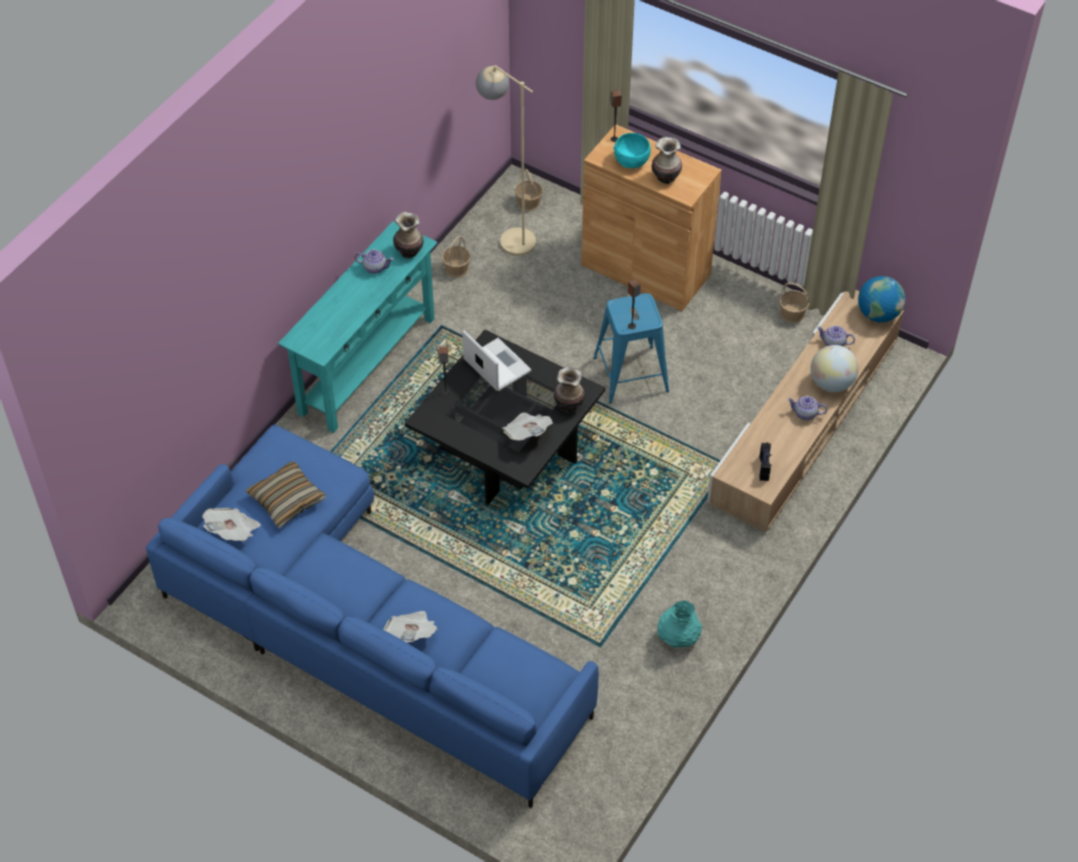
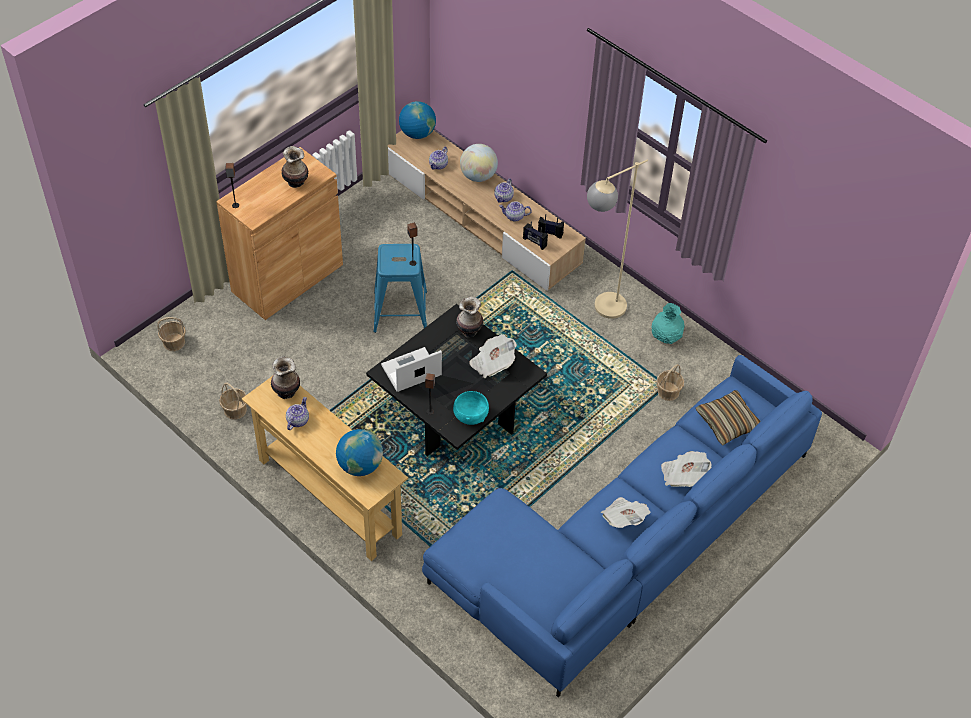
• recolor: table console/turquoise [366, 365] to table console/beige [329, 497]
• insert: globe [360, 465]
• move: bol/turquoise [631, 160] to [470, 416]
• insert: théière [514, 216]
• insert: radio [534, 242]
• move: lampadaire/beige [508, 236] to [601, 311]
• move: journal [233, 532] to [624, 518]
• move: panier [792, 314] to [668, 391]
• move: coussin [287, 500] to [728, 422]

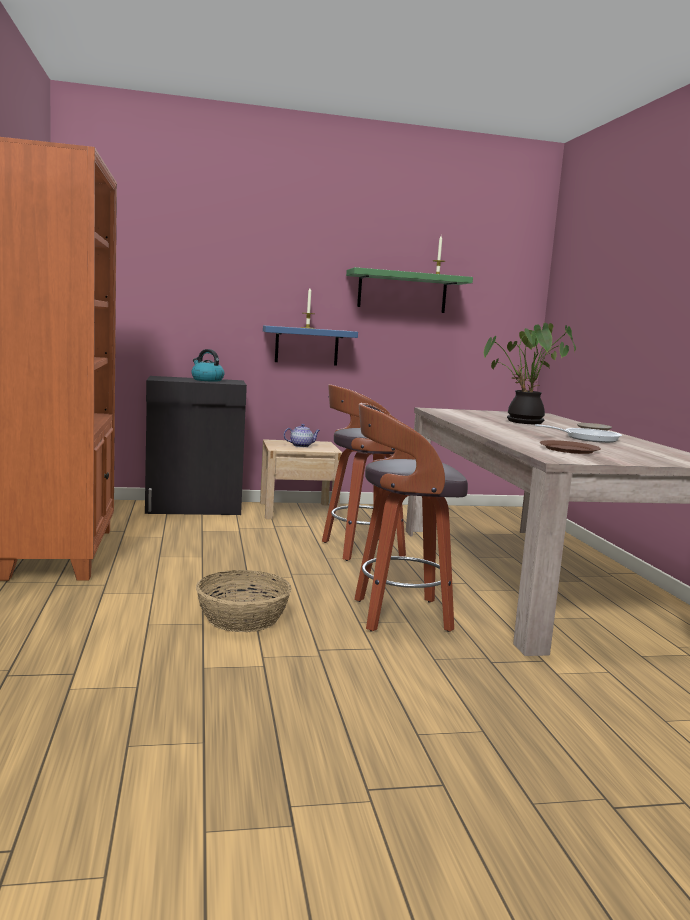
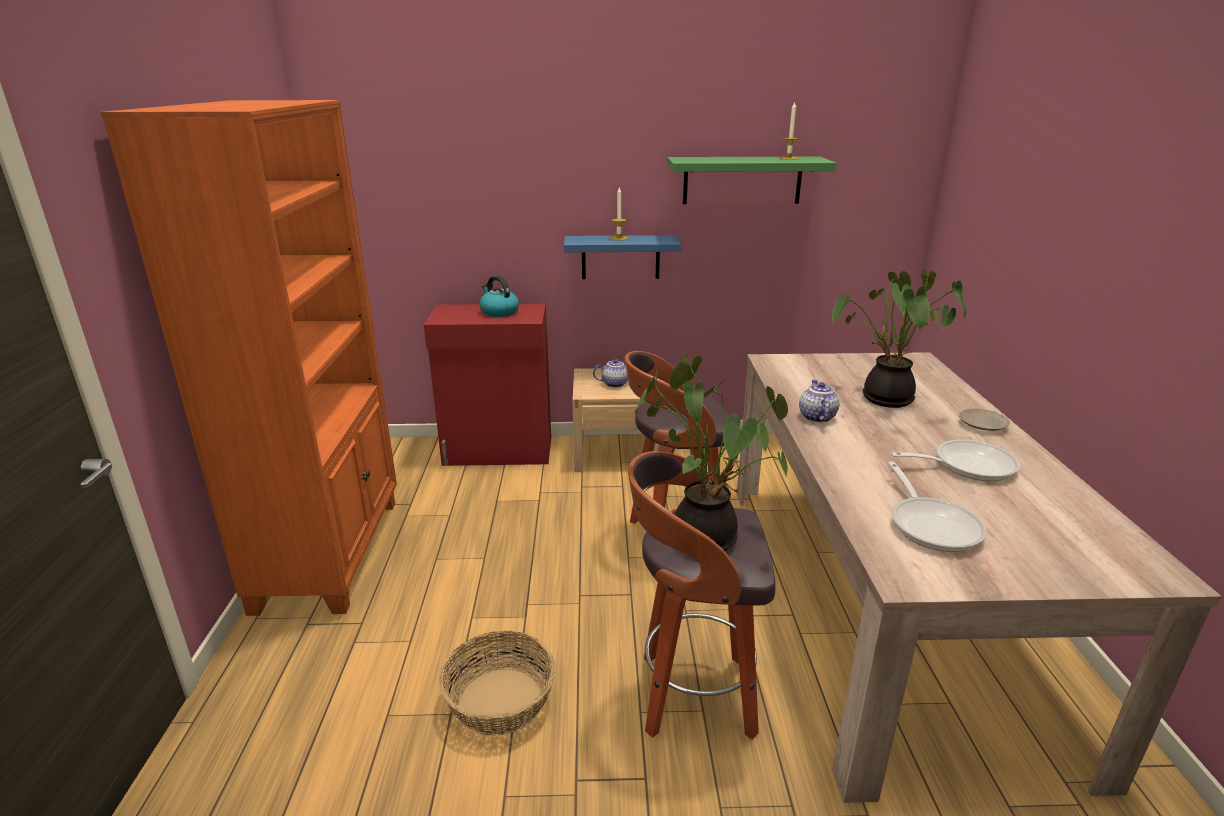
• recolor: meuble de rangement/noir [194, 508] to meuble de rangement/rouge [498, 452]
• insert: plante en pot [707, 535]
• insert: théière [816, 416]
• replace: assiette/marron [569, 449] to poêle [931, 524]

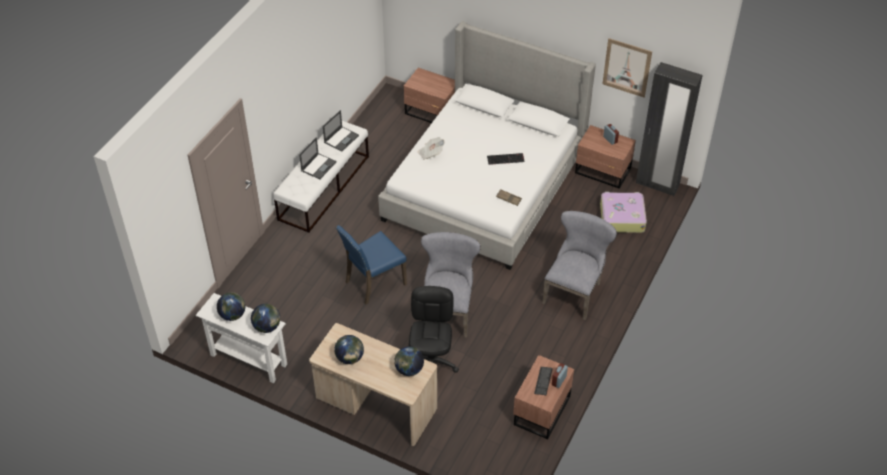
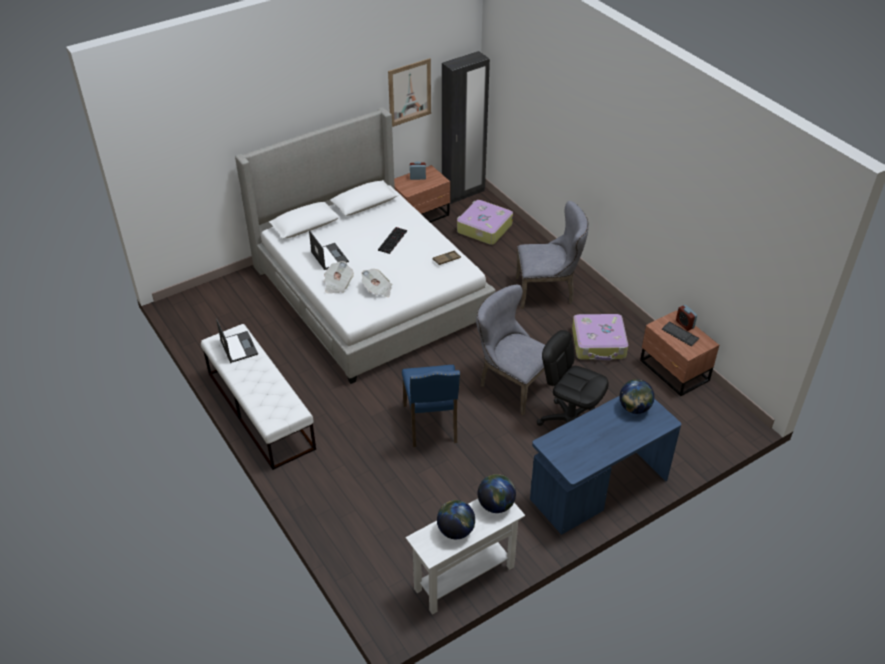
• move: ordinateur portable [318, 166] to [329, 256]
• insert: journal [377, 289]
• rotate: chaise/gris [574, 291] = [548, 291] 120 degrees clockwise
• recolor: bureau/beige [375, 405] to bureau/bleu [598, 488]
• insert: valise [599, 344]
• delete: globe [350, 358]
• delete: table de chevet/marron [432, 113]

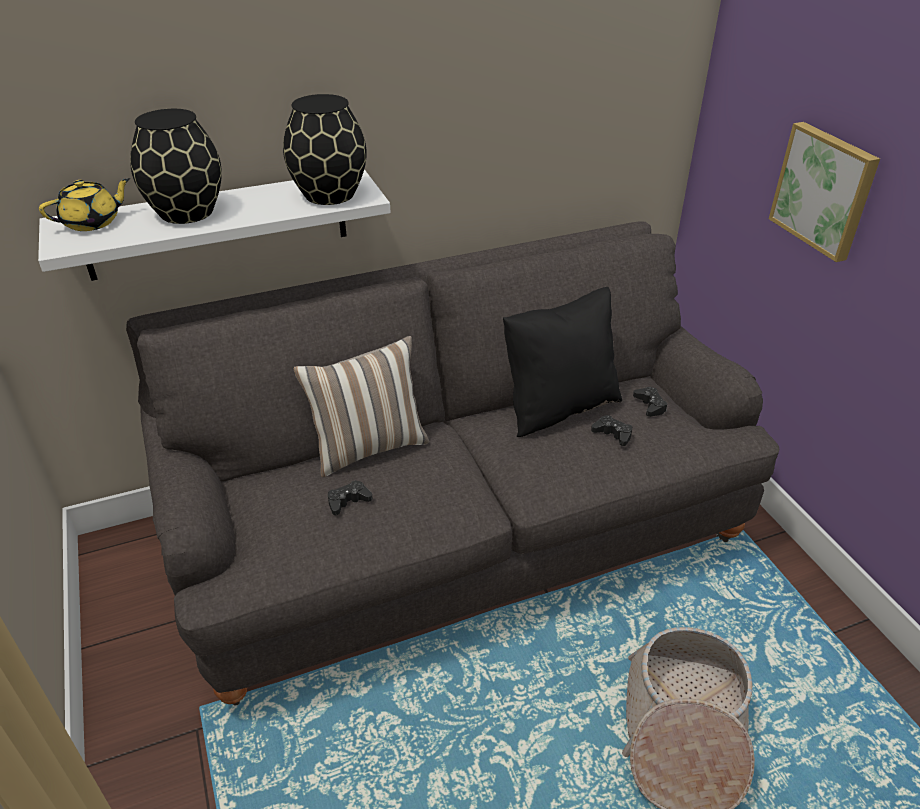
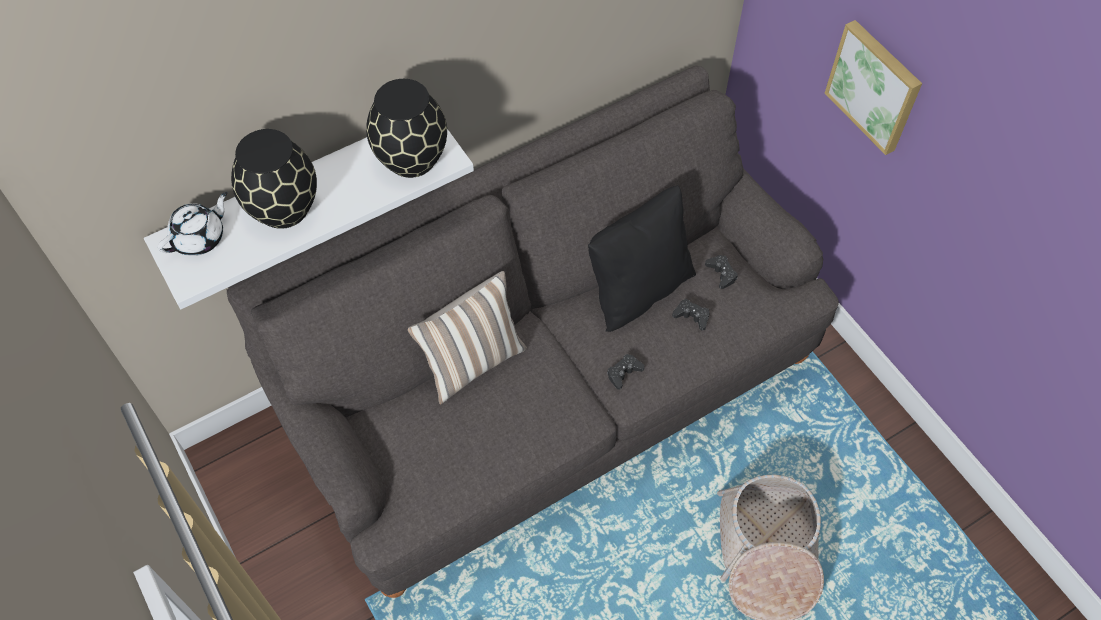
• recolor: théière/jaune [93, 222] to théière/blanc [200, 238]
• move: manette/noir [348, 501] to [624, 373]

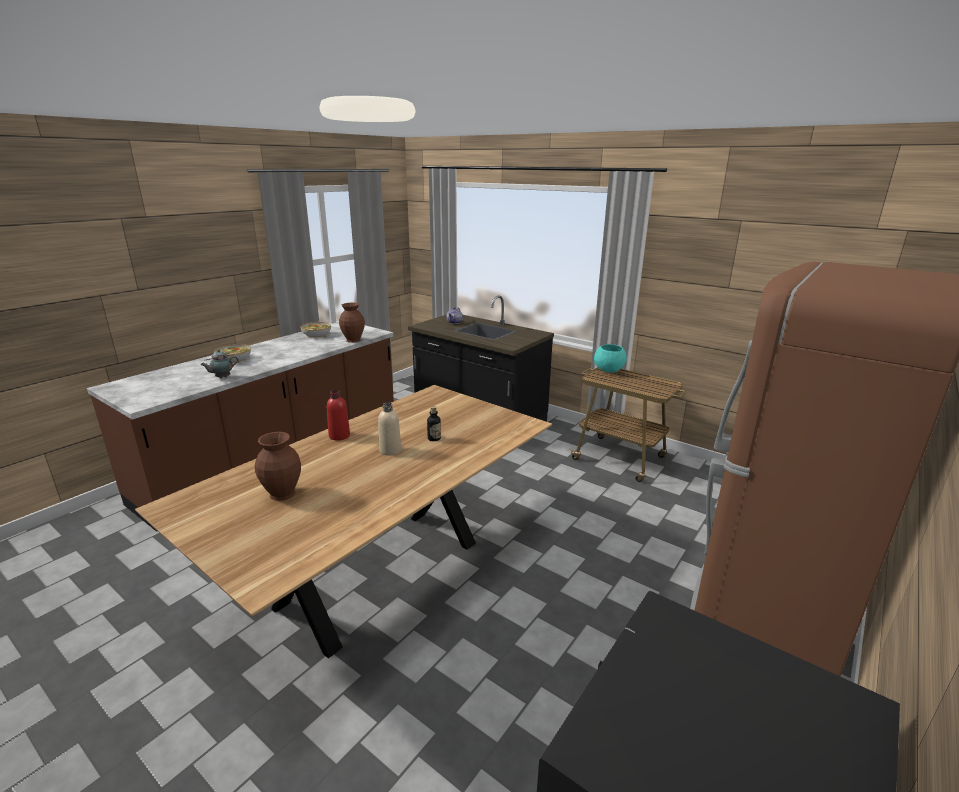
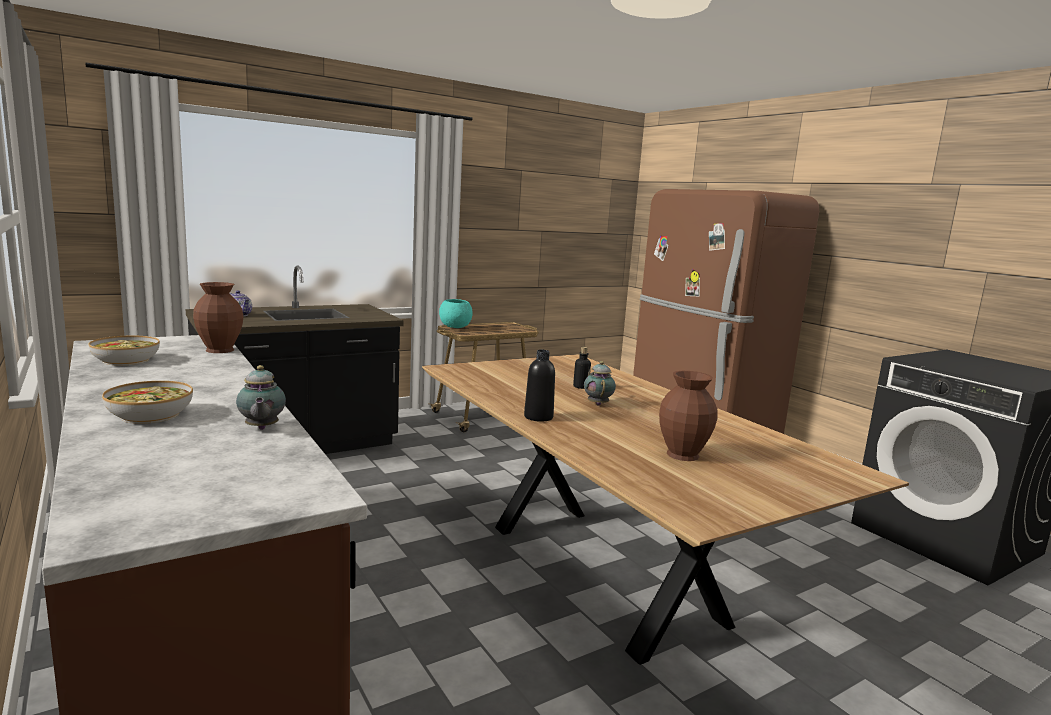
• recolor: bouteille/rouge [339, 436] to bouteille/noir [538, 417]
• replace: bouteille/beige [390, 450] to théière [598, 404]

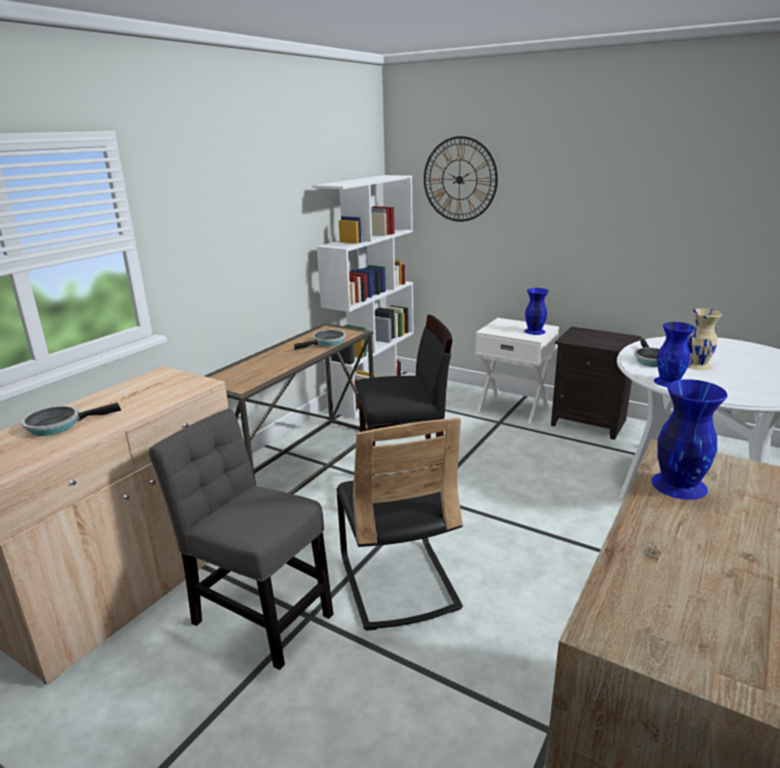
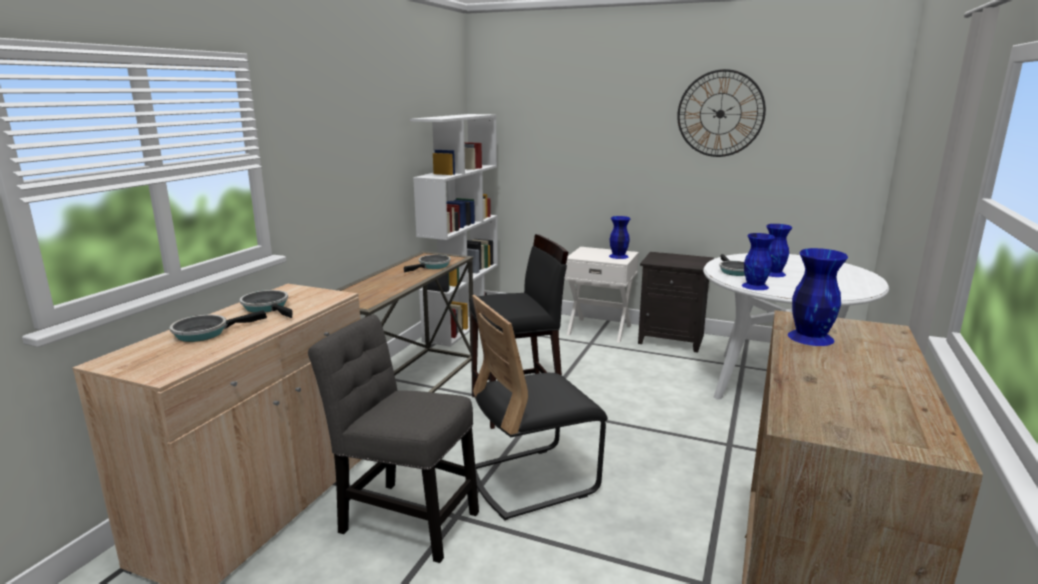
• insert: poêle [268, 307]
• rotate: chaise/noir [398, 582] = [533, 480] 90 degrees clockwise
• move: horloge murale [459, 179] to [720, 113]
• recolor: vase/beige [697, 365] to vase/bleu [773, 273]

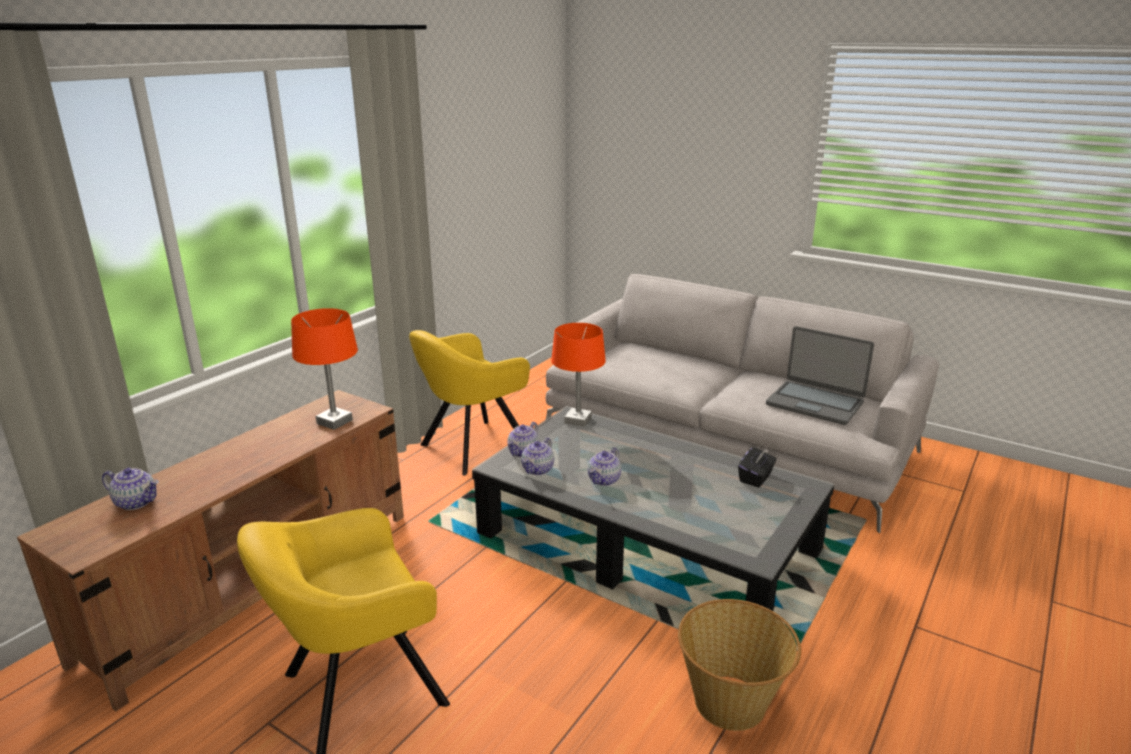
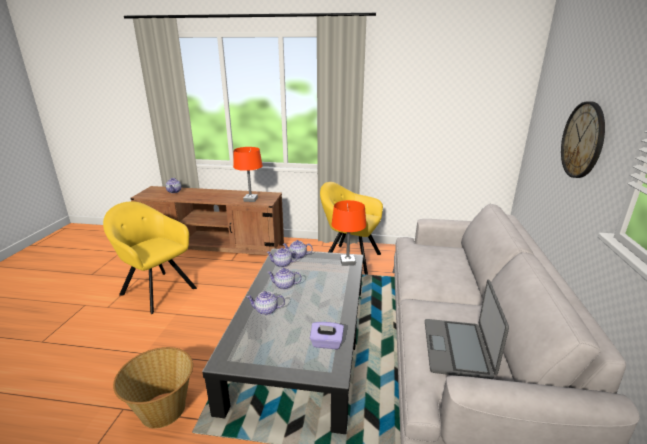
• insert: théière [266, 310]
• recolor: boîte à mouchoirs/noir [756, 478] to boîte à mouchoirs/violet [326, 343]
• insert: horloge murale [583, 140]

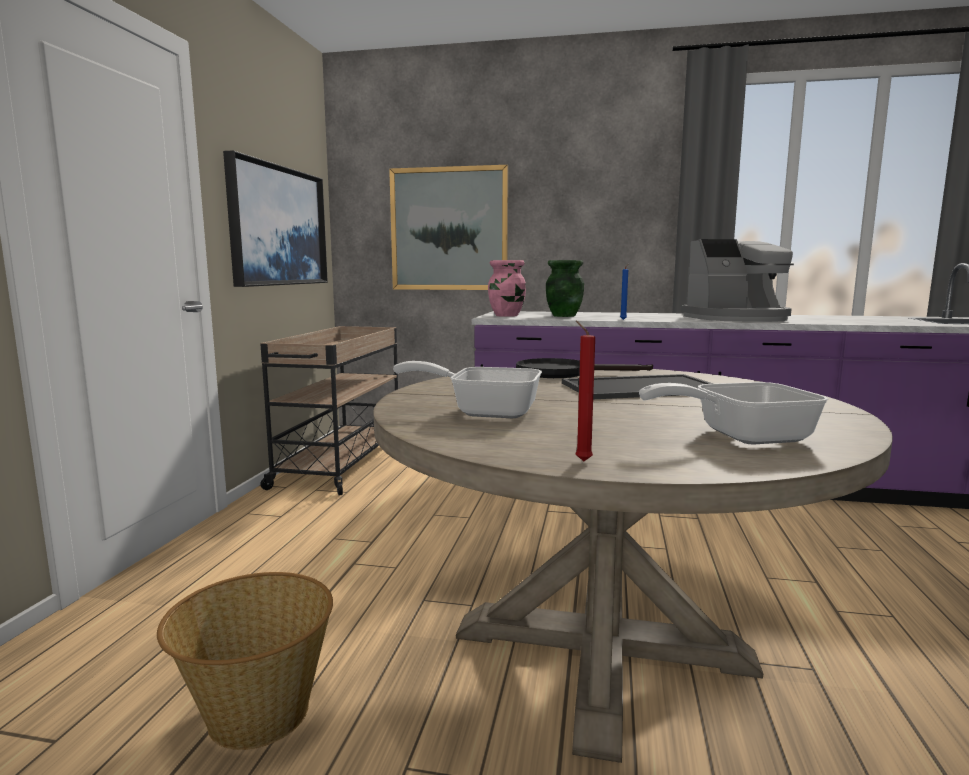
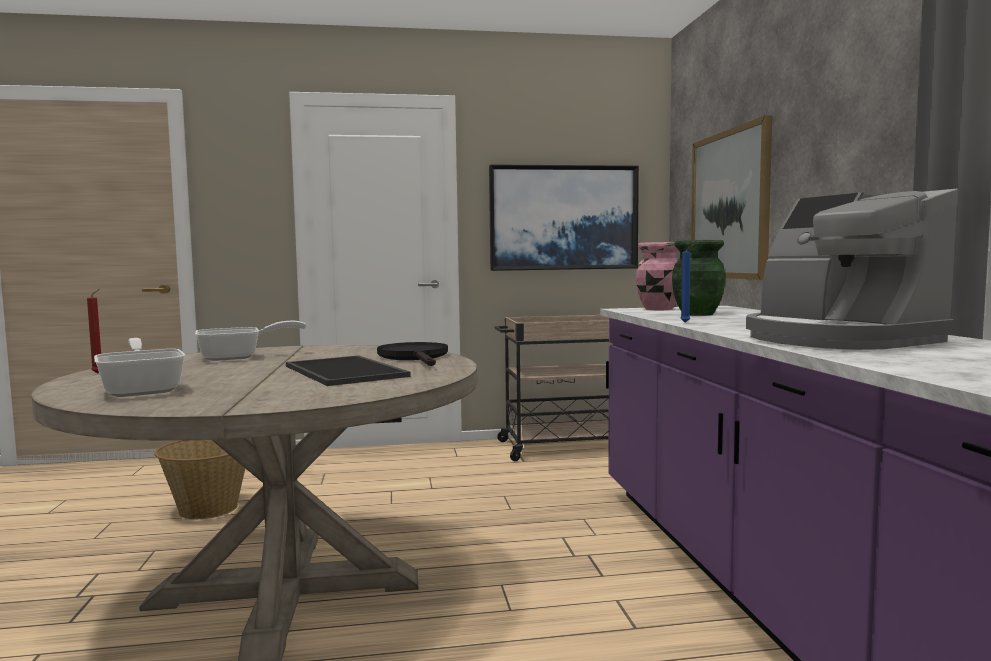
• rotate: poêle [484, 411] = [239, 357] 75 degrees clockwise

